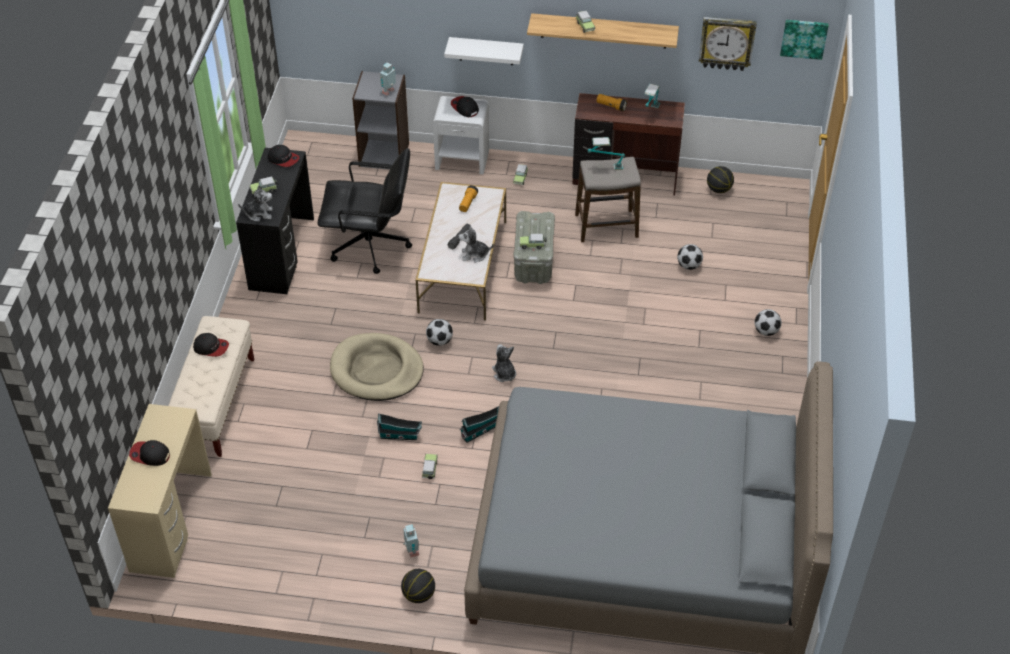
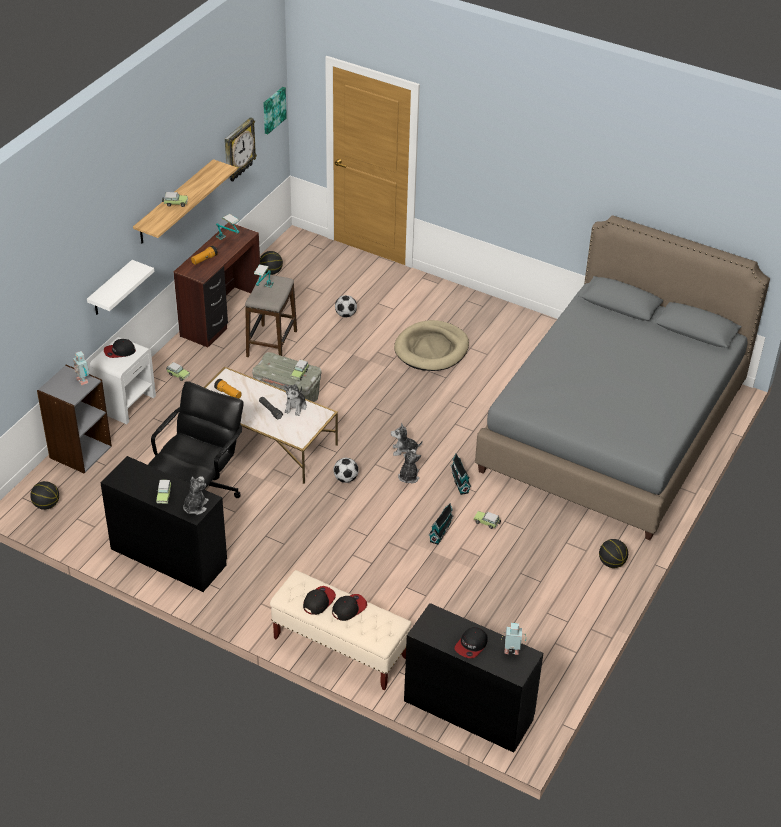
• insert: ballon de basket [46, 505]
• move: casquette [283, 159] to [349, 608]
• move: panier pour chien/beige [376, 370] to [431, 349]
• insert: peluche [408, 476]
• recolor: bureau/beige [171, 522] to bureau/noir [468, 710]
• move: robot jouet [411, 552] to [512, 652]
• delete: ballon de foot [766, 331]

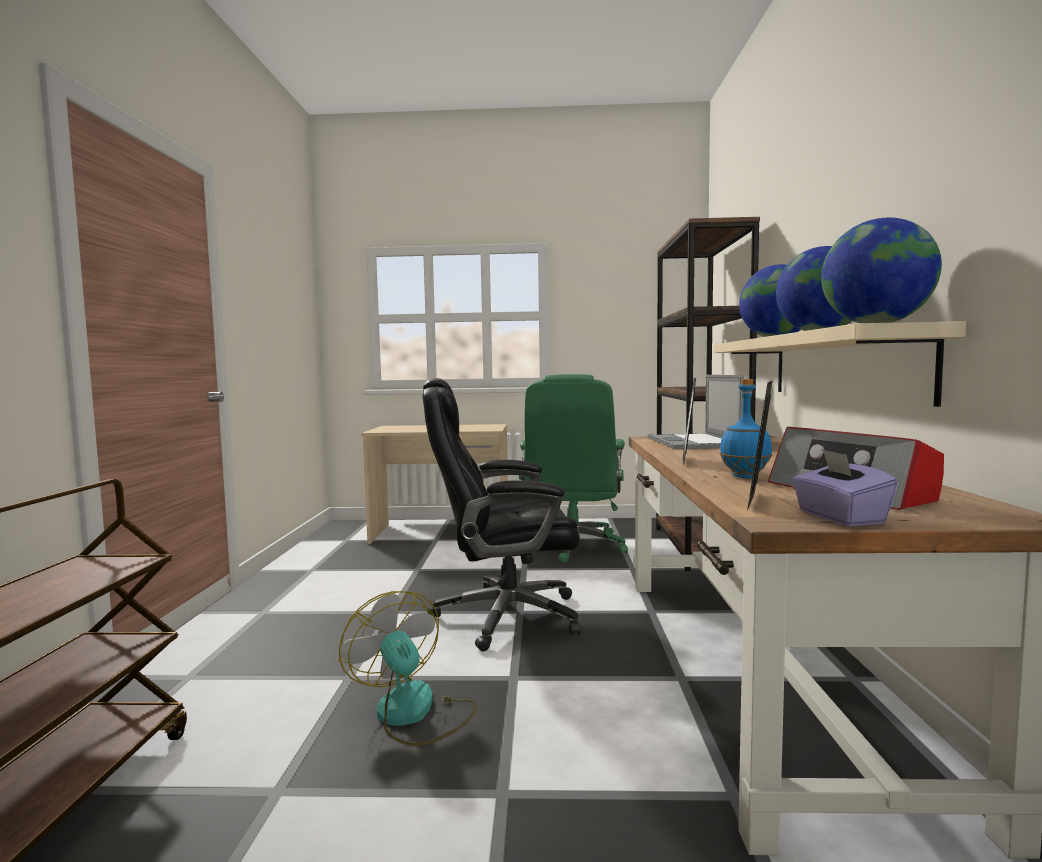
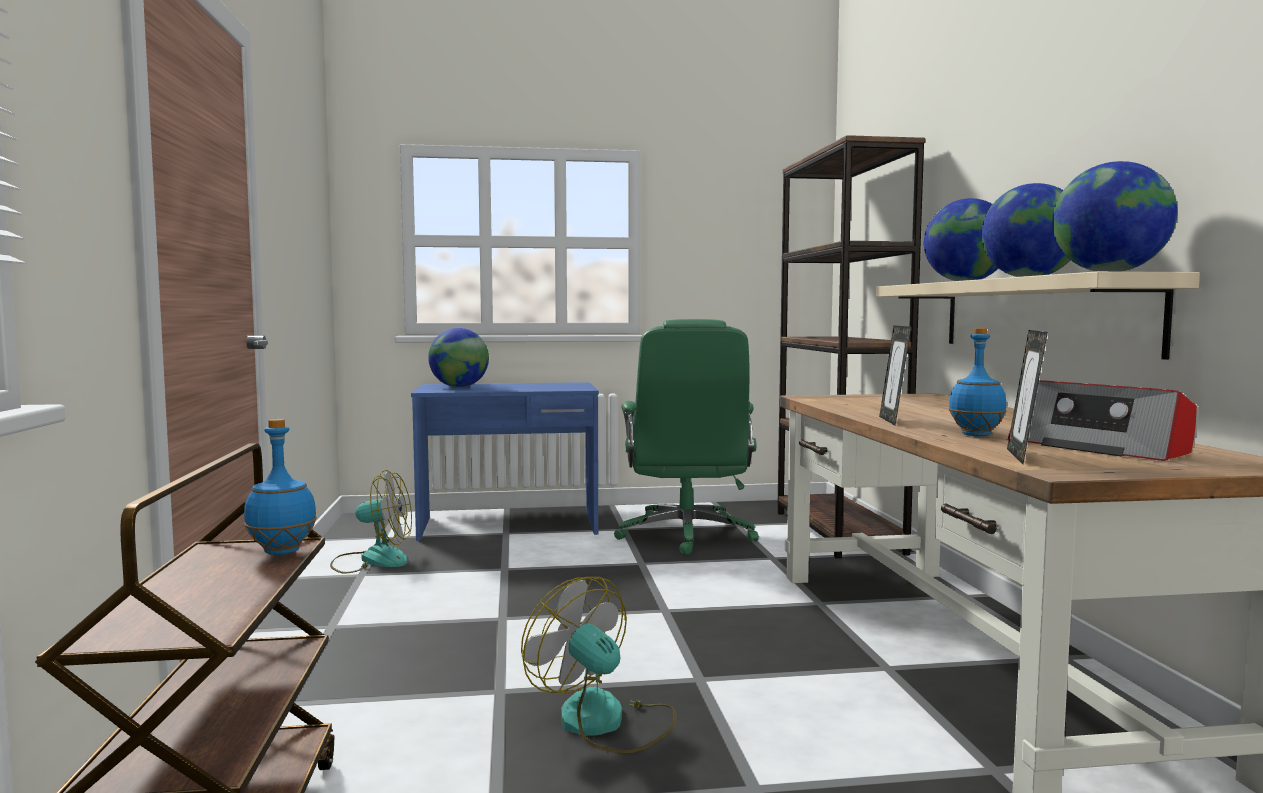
• insert: bouteille/bleu [282, 552]
• insert: ventilateur [372, 560]
• recolor: bureau/beige [441, 534] to bureau/bleu [509, 526]
• insert: globe [459, 387]
• delete: chaise de bureau/noir [503, 616]
• delete: ordinateur portable [692, 442]
• delete: boîte à mouchoirs/violet [839, 518]

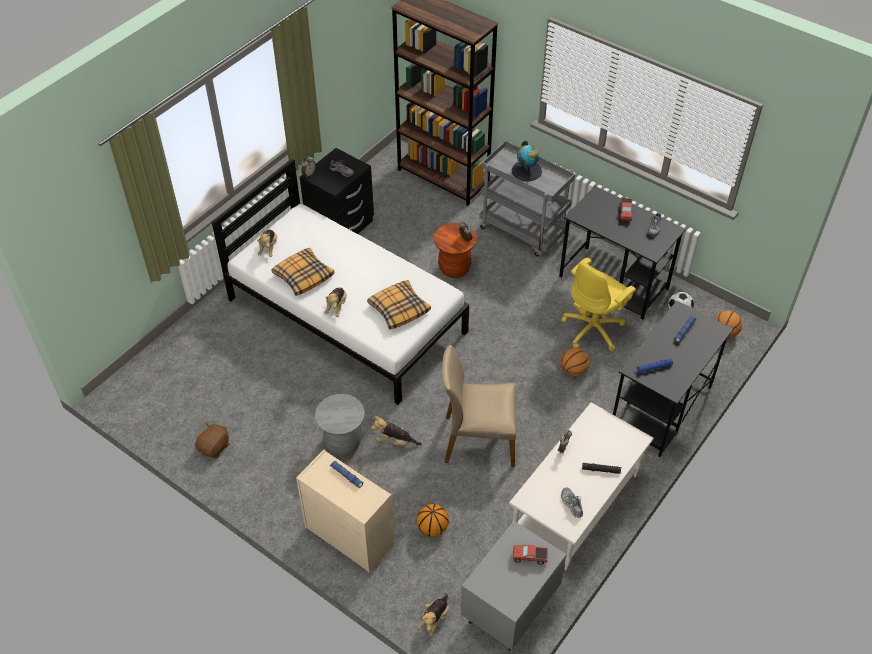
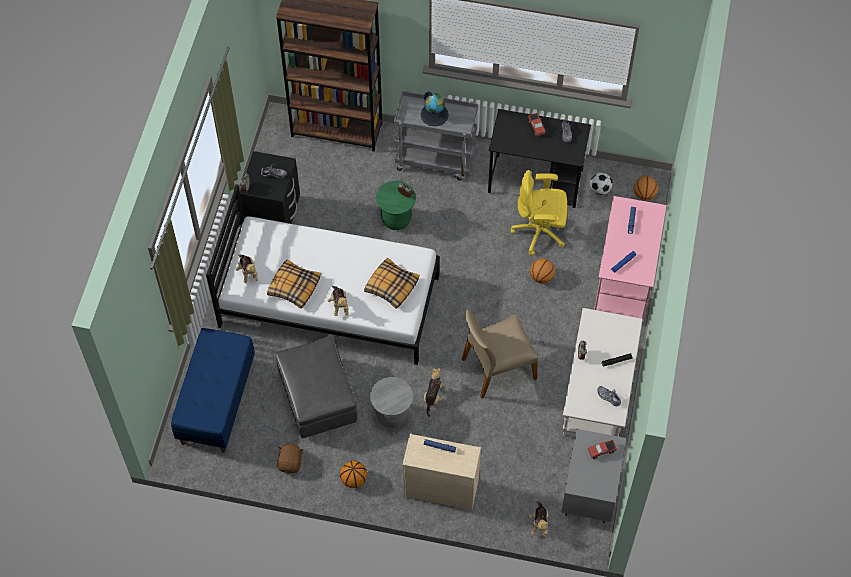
• insert: banc/bleu [216, 401]
• insert: pouf/gris [317, 398]
• move: ballon de basket [433, 528] to [354, 479]
• recolor: tabouret/marron [454, 268] to tabouret/vert [396, 219]
• rotate: peluche [395, 441] = [433, 397] 120 degrees clockwise
• rotate: chaise de bureau/jaune [594, 329] = [540, 232] 75 degrees clockwise
• recolor: bureau/noir [661, 408] to bureau/rose [624, 283]

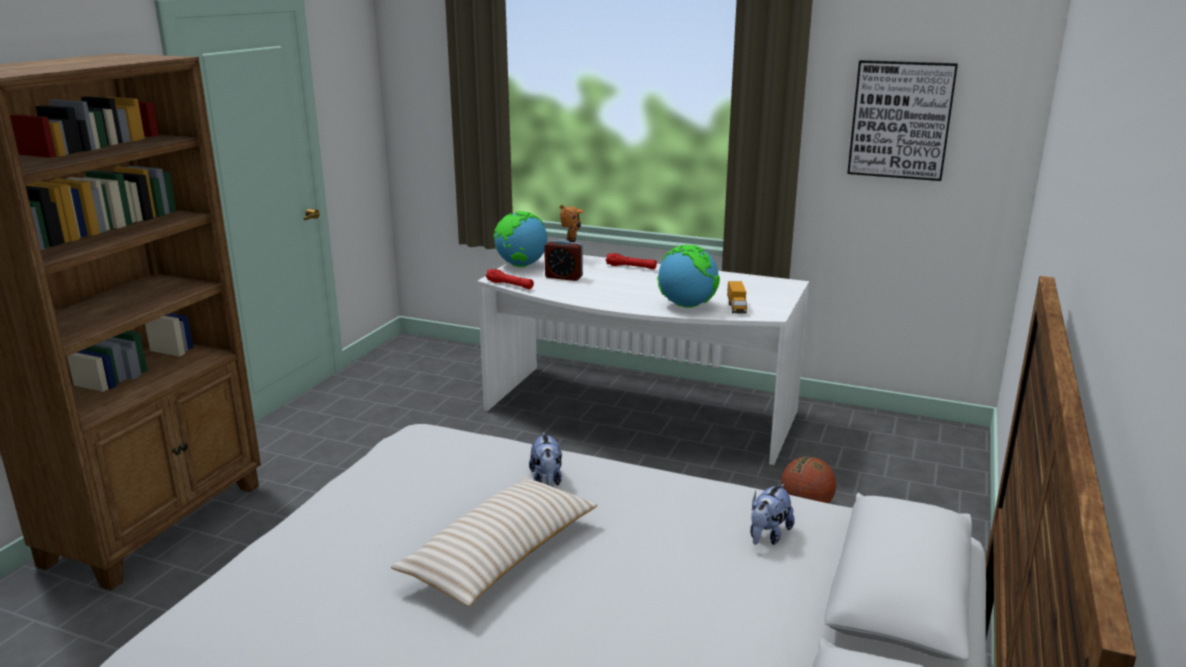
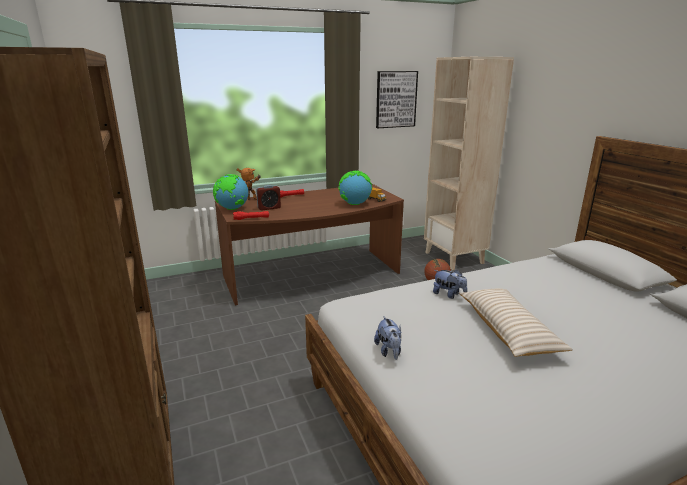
• recolor: bureau/blanc [637, 414] to bureau/marron [313, 276]
• move: peluche [768, 535] to [389, 351]
• insert: bibliothèque/beige [454, 258]

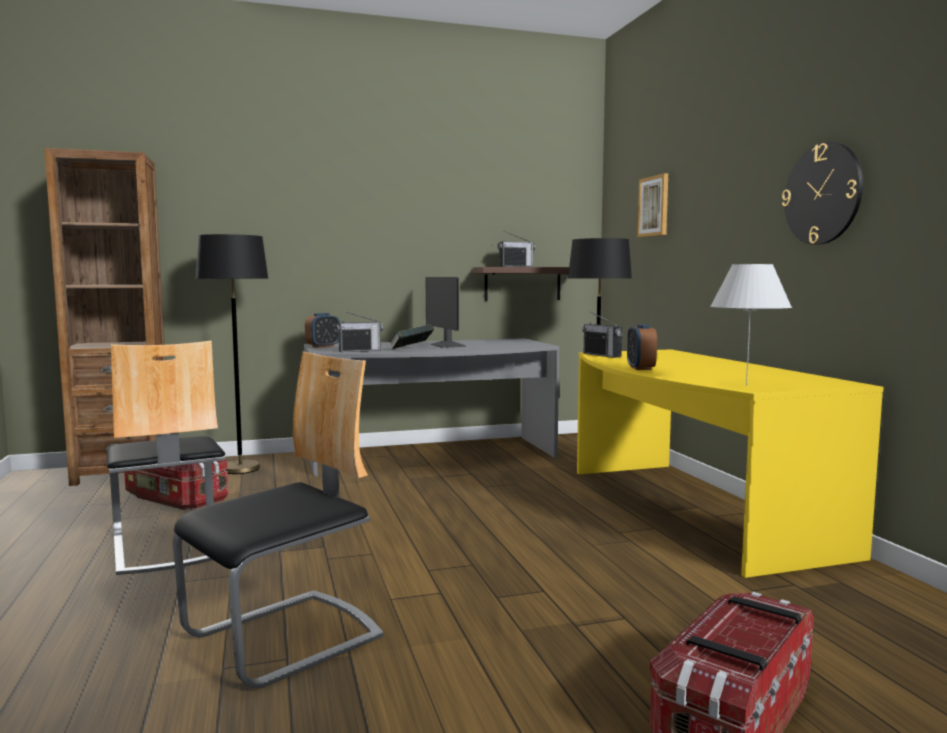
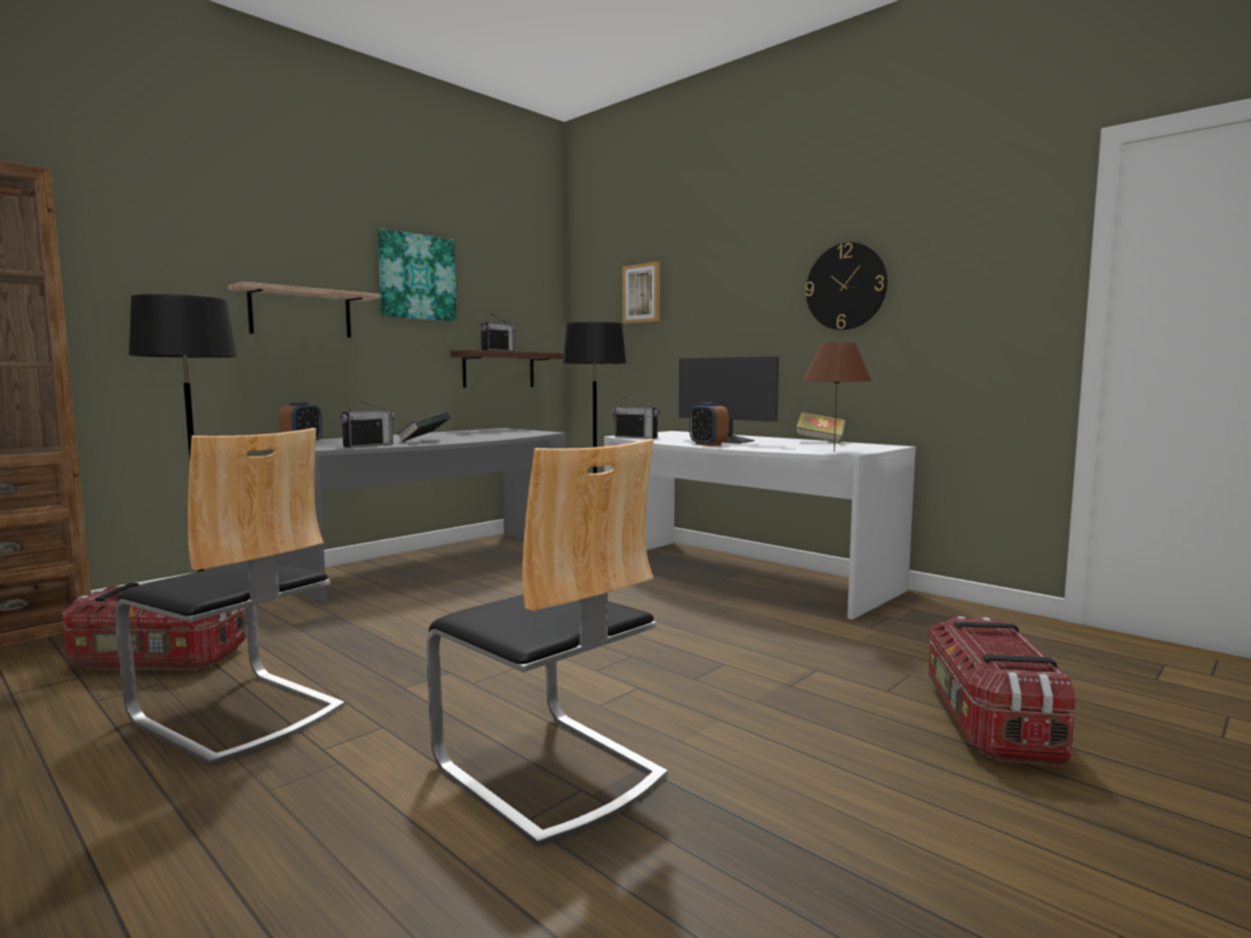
• insert: étagère [301, 313]
• insert: tableau [417, 277]
• rotate: chaise [285, 638] = [547, 771] 120 degrees clockwise
• recolor: bureau/jaune [688, 509] to bureau/blanc [739, 575]
• move: écran d'ordinateur [447, 345] to [729, 441]
• insert: livre [819, 442]
• recolor: lampe de table/blanc [746, 386] to lampe de table/marron [834, 451]

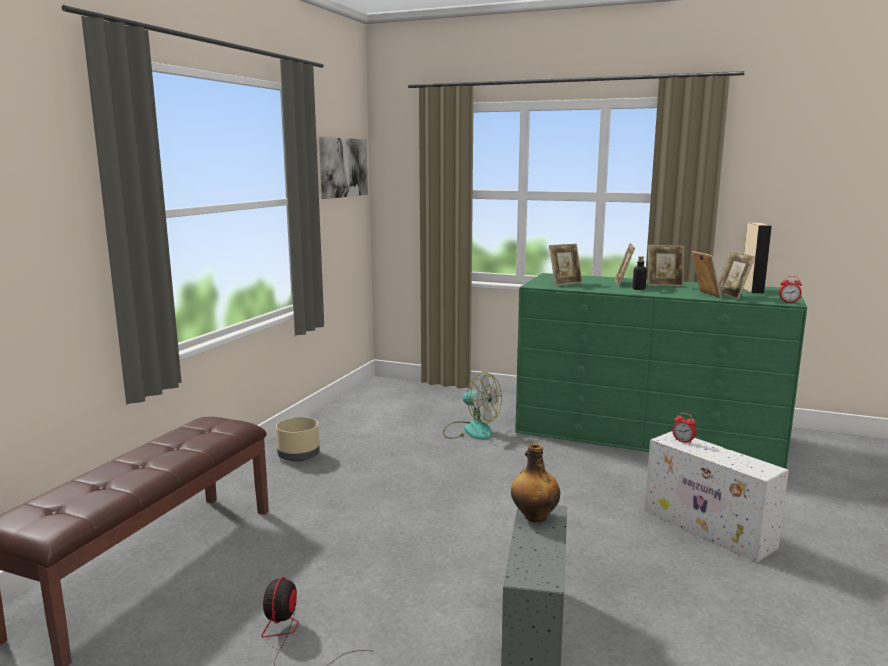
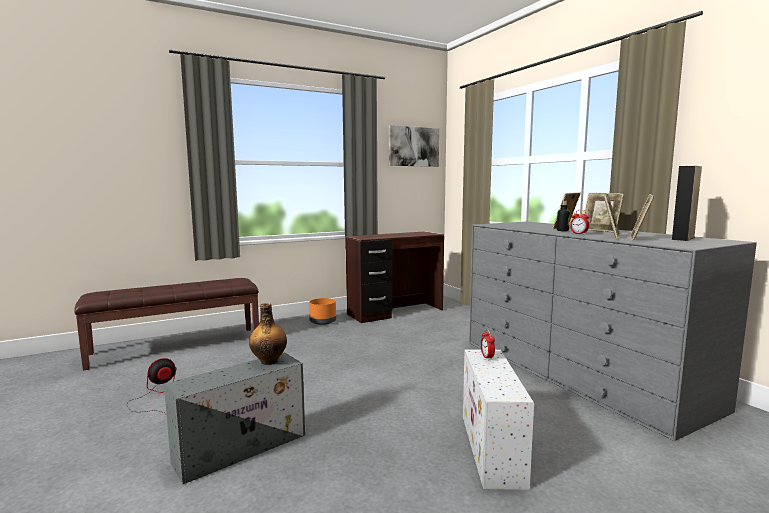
• recolor: cache-pot/beige [299, 455] to cache-pot/orange [323, 322]
• insert: bureau/marron [396, 312]
• recolor: commode/vert [647, 434] to commode/gris [577, 371]
• move: réveil [788, 302] to [579, 234]
• delete: ventilateur [470, 430]
• delete: cadre photo [565, 283]

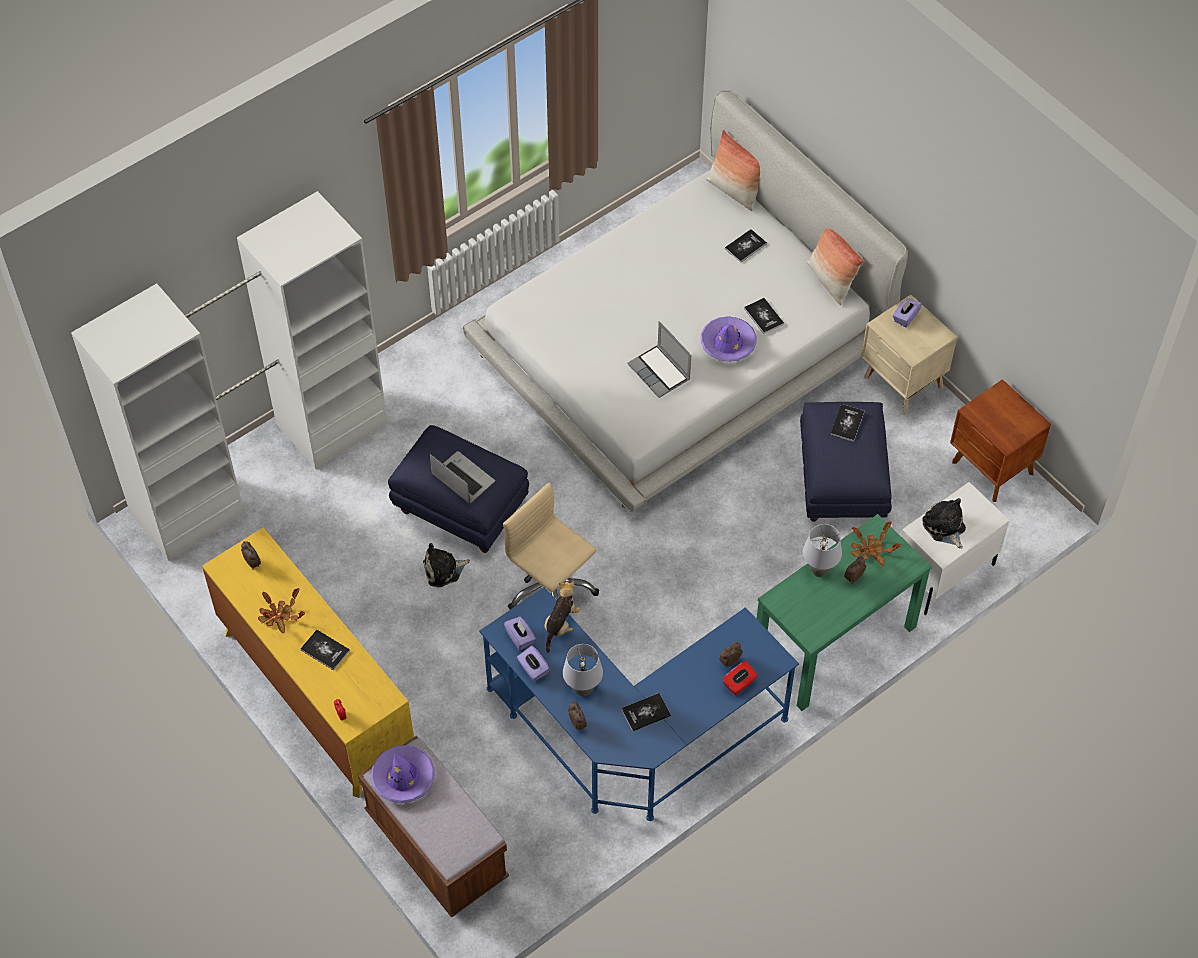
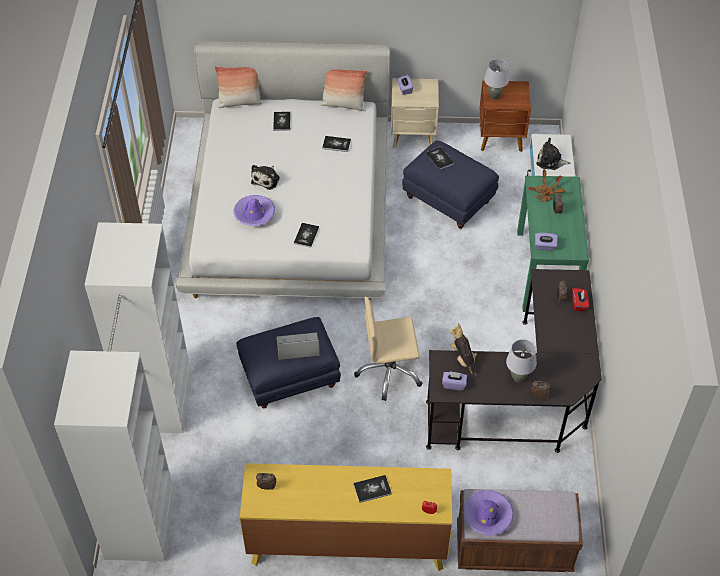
• move: chapeau/violet [728, 343] to [254, 214]
• move: peluche [444, 570] to [266, 179]
• move: livre [646, 712] to [306, 235]
• recolor: bureau/bleu [632, 734] to bureau/noir [523, 398]
• move: lampe de table/gris [819, 571] to [494, 96]
• move: boîte à mouchoirs/violet [533, 669] to [544, 246]
• delete: plante en pot [279, 616]
• delete: ordinateur portable [660, 372]

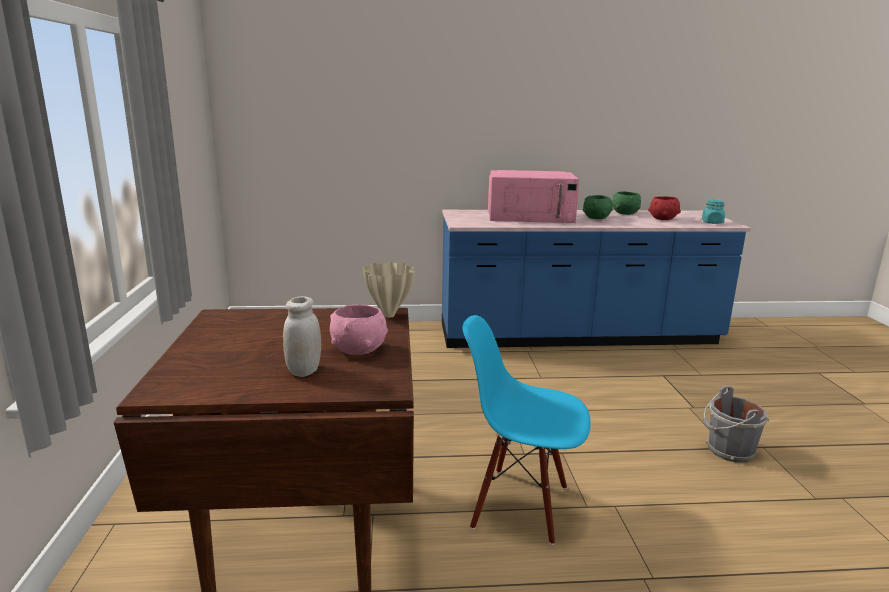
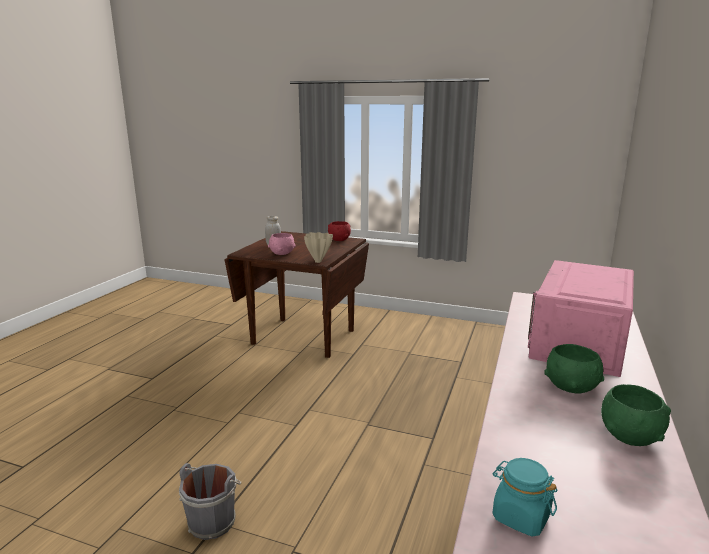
• move: bol/rouge [663, 219] to [339, 240]
• delete: chaise/bleu [520, 505]

